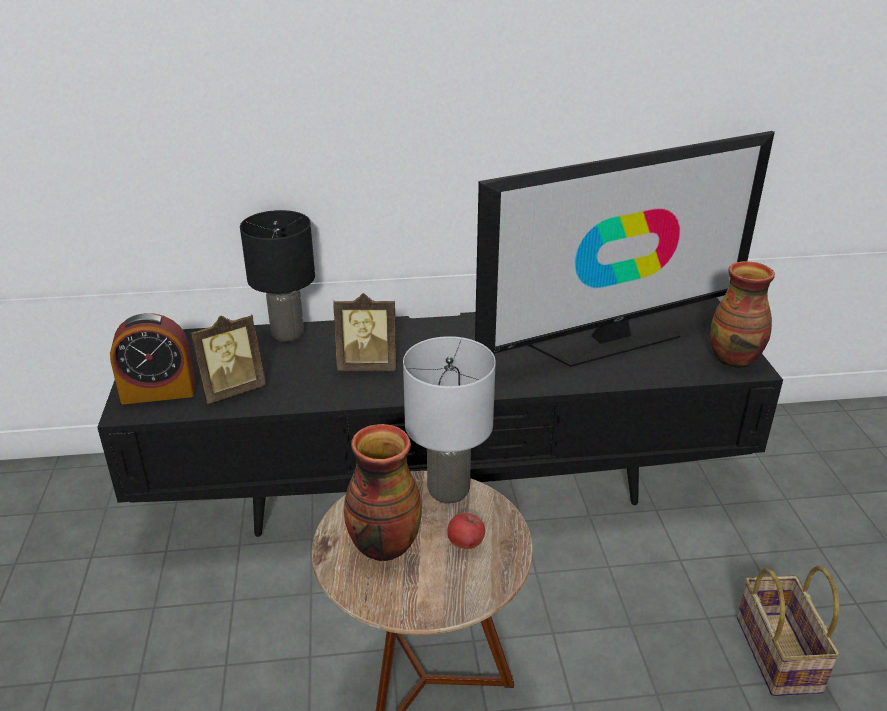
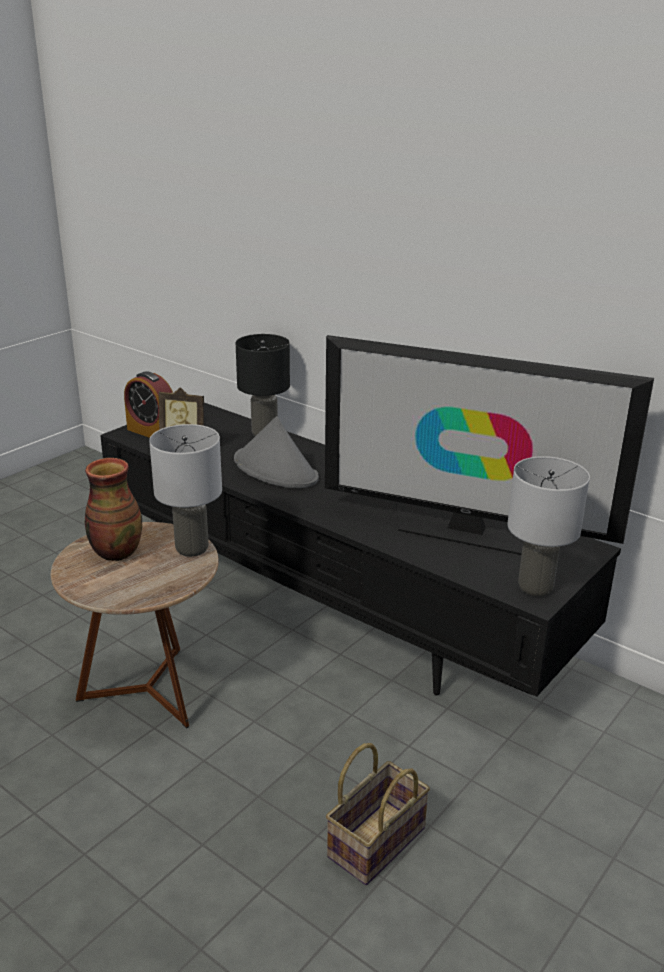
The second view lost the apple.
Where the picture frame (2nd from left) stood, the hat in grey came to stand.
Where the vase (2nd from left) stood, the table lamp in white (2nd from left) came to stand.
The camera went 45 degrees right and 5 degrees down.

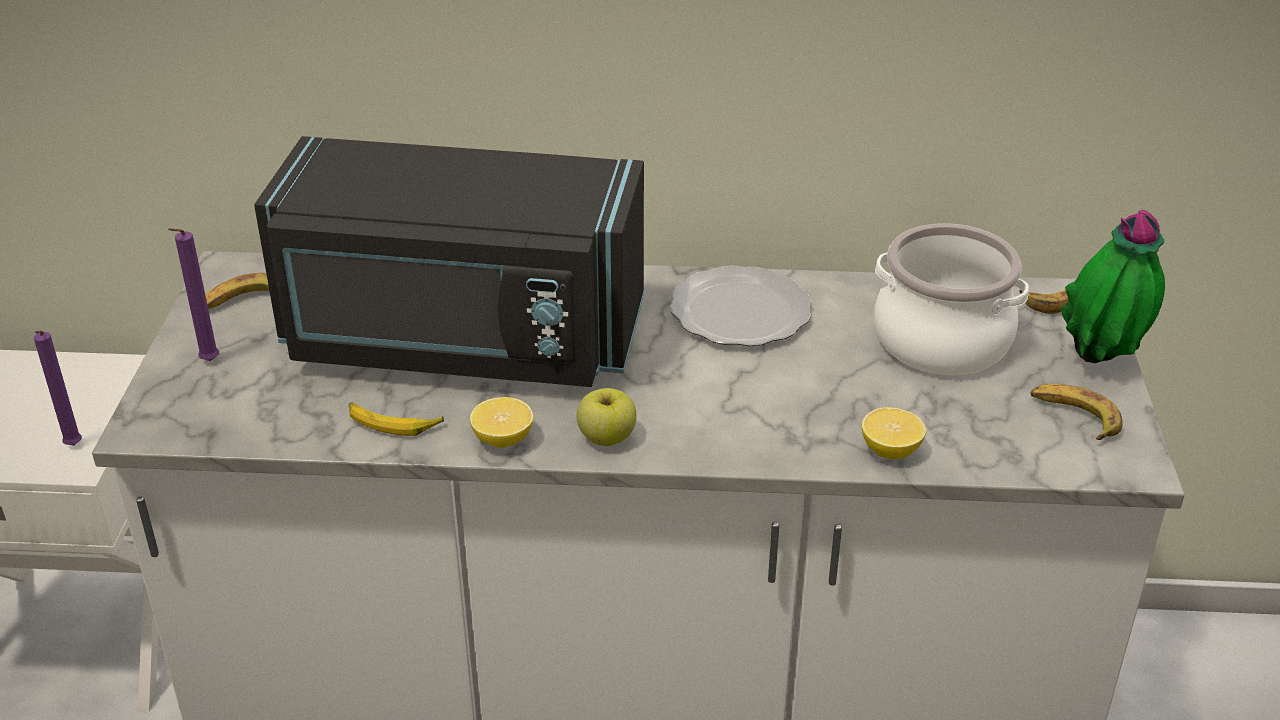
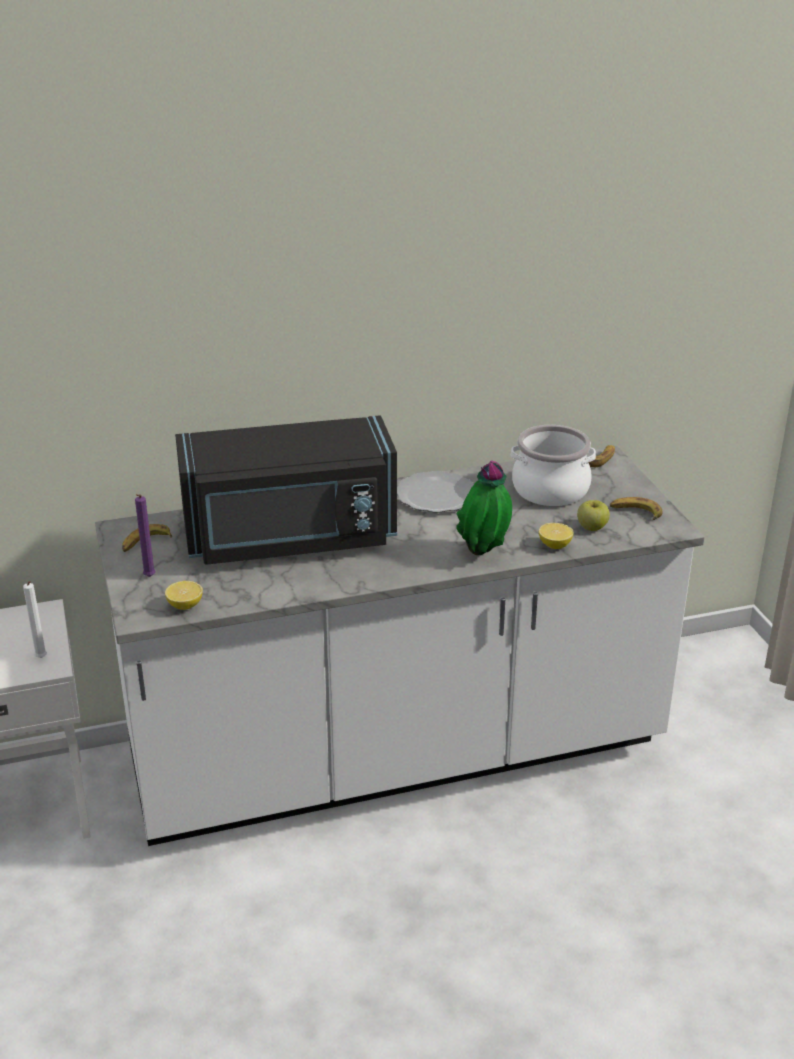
The second view lost the banana (2nd from left).
The lemon (1st from left) ended up elsewhere.
The apple ended up elsewhere.
The potted plant ended up elsewhere.
What was the candle in purple (1st from left) turned into the candle in white.
The camera went 20 degrees left and 5 degrees down.

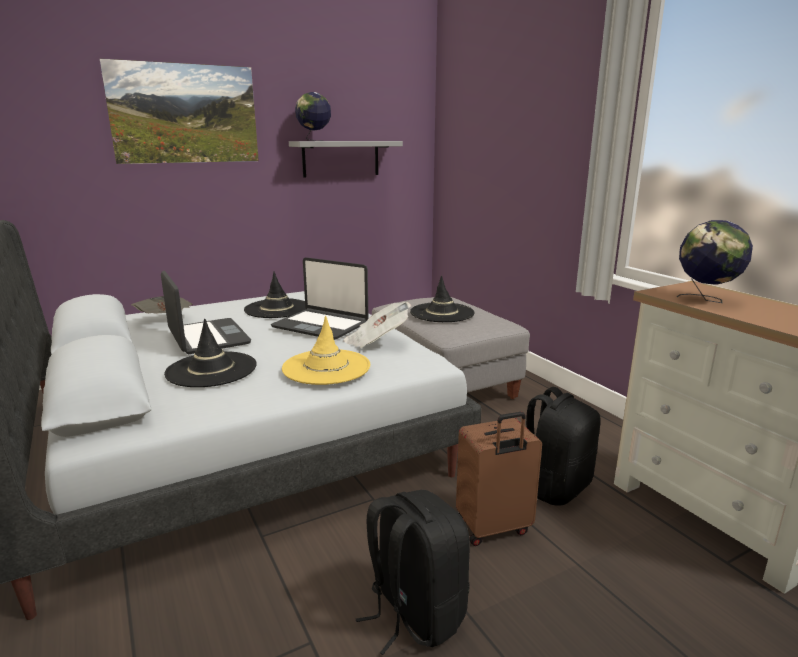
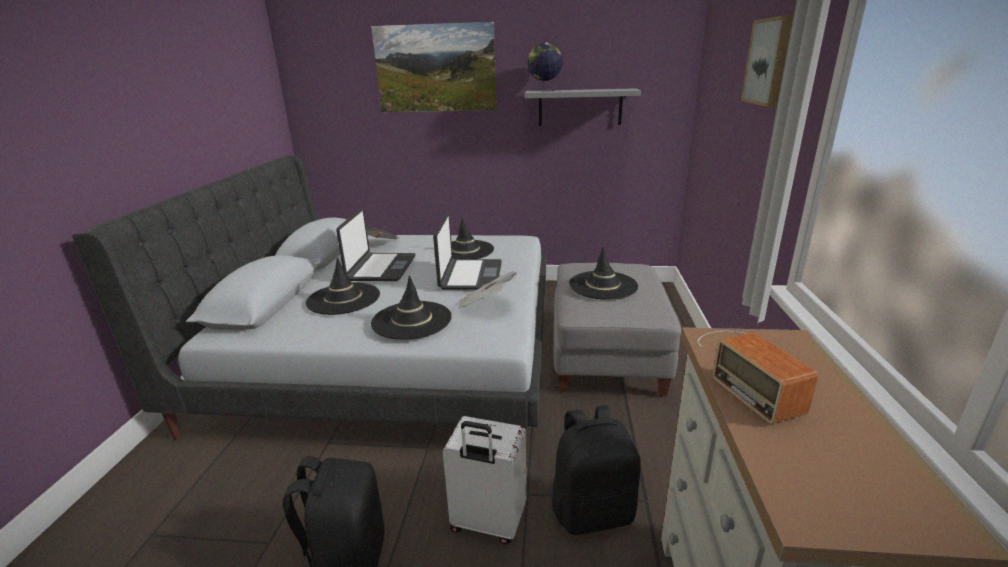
The second view gained the picture (2nd from left).
Where the globe (2nd from left) stood, the radio came to stand.
What was the hat in yellow turned into the hat in black (2nd from left).
What was the suitcase in brown turned into the suitcase in white.
The laptop (2nd from left) ended up facing another way, 150 degrees counterclockwise from before.
The camera went 35 degrees right and 5 degrees up.

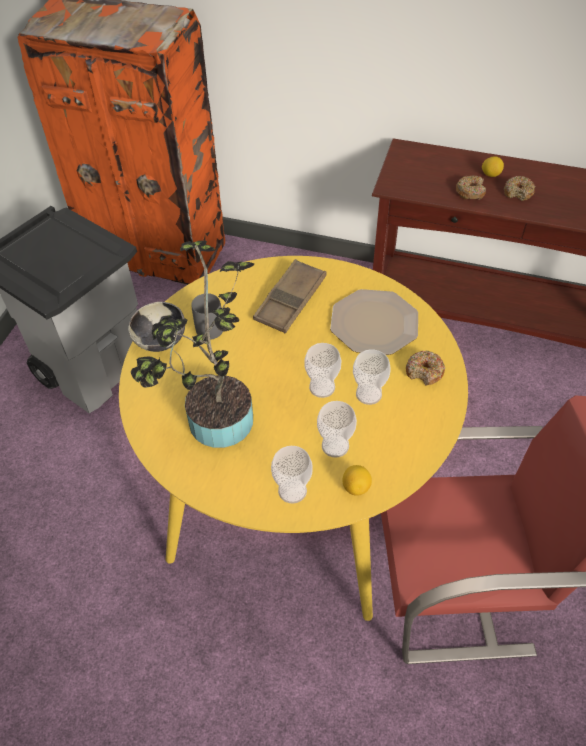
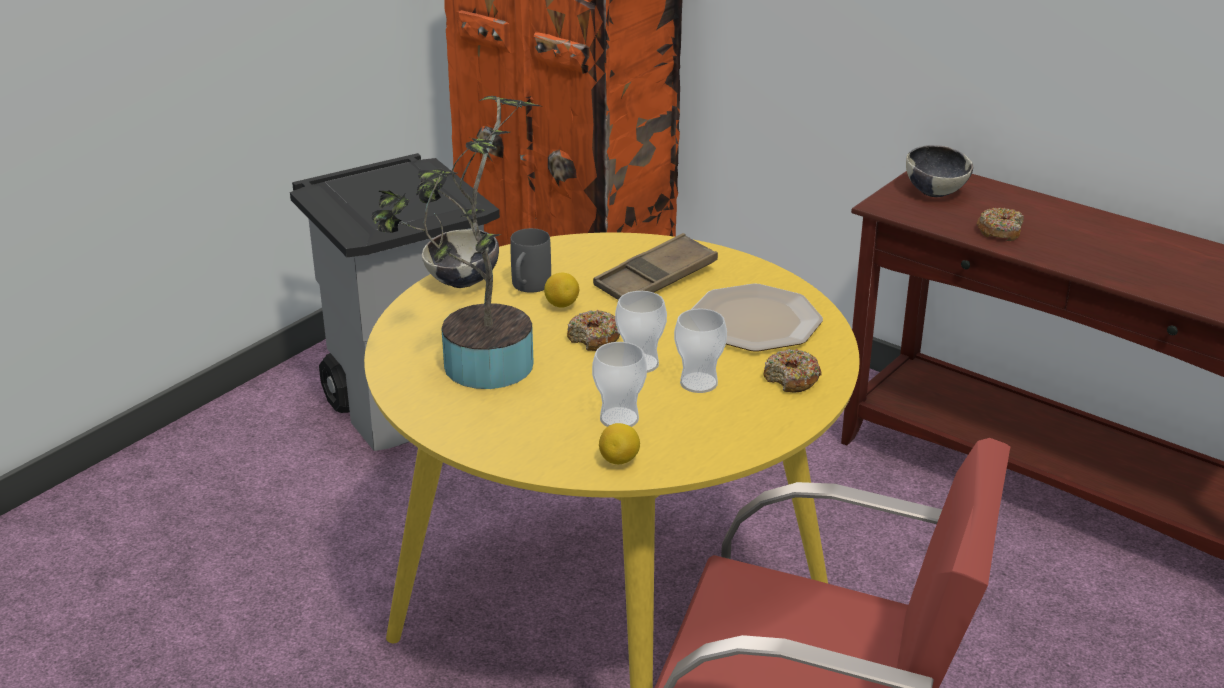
The second view lost the cup (1st from left).
The second view gained the bowl (2nd from left).
The lemon (2nd from left in the first image) ended up elsewhere.
The donut (3rd from left in the first image) ended up elsewhere.
The camera went 20 degrees right and 20 degrees down.

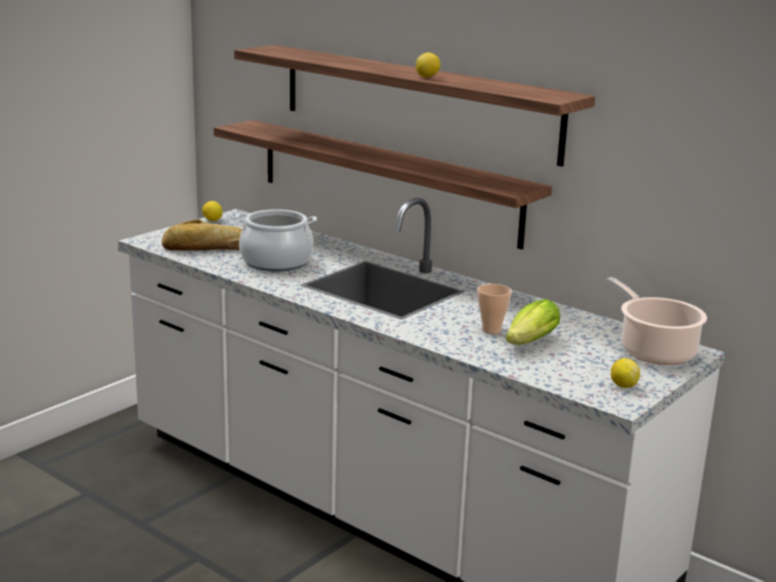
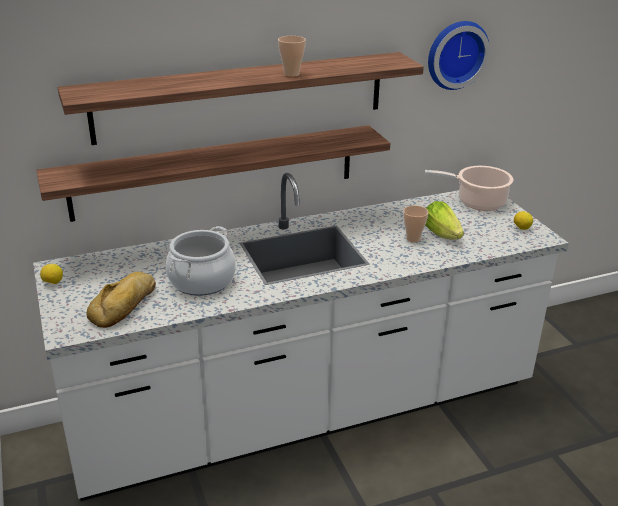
The second view gained the wall clock.
Where the lemon (2nd from left) stood, the cup (1st from left) came to stand.
The camera went 60 degrees left and 10 degrees up.

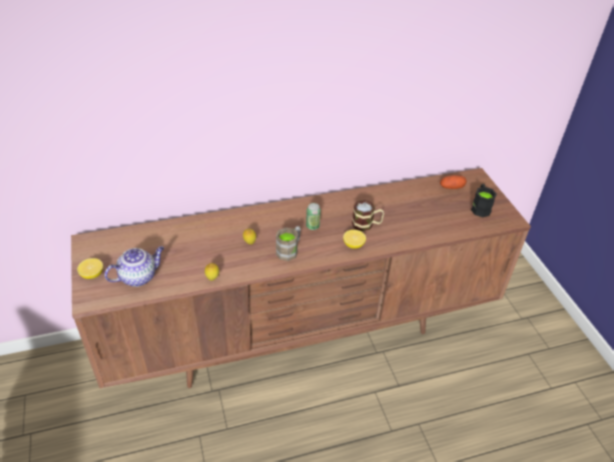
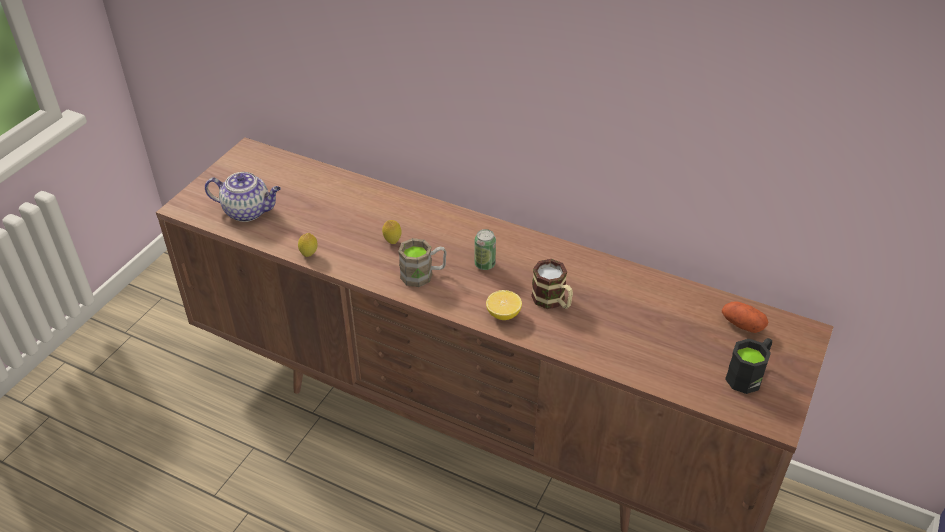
The second view lost the lemon (1st from left).
The camera went 45 degrees right and 0 degrees up.

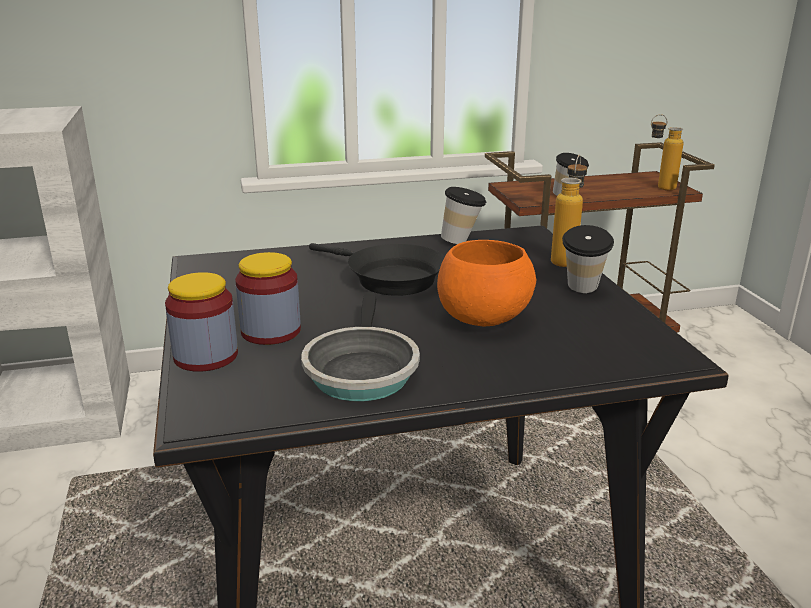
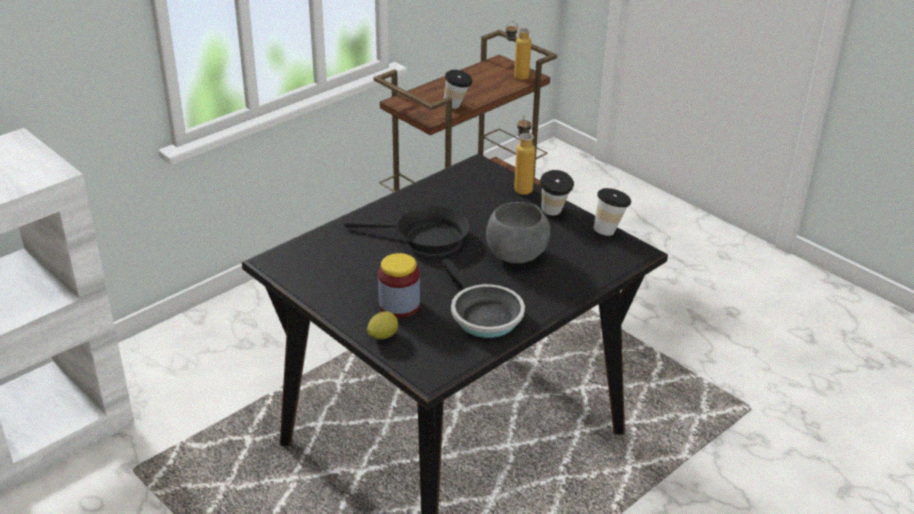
The cup (1st from left in the first image) ended up elsewhere.
Where the jar (1st from left) stood, the lemon came to stand.
What was the bowl in orange turned into the bowl in grey.
The camera went 30 degrees left and 10 degrees up.

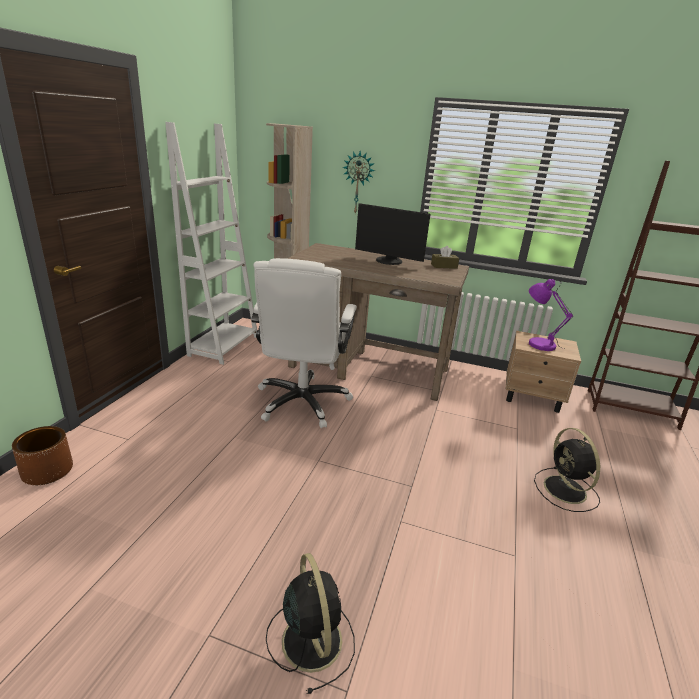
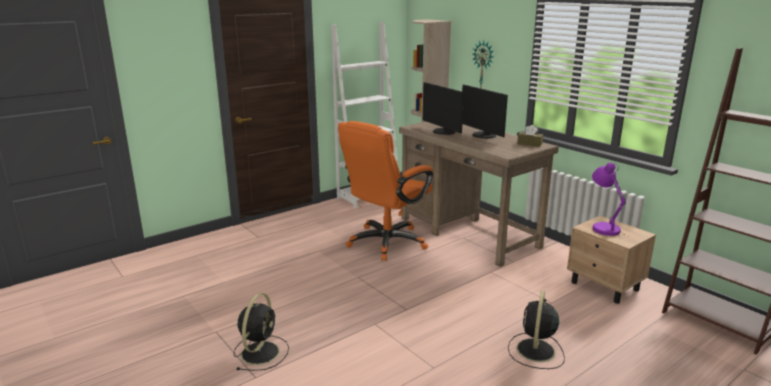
The second view lost the planter in brown.
The second view gained the monitor (1st from left).
What was the office chair in white turned into the office chair in orange.
The camera went 35 degrees right and 5 degrees down.

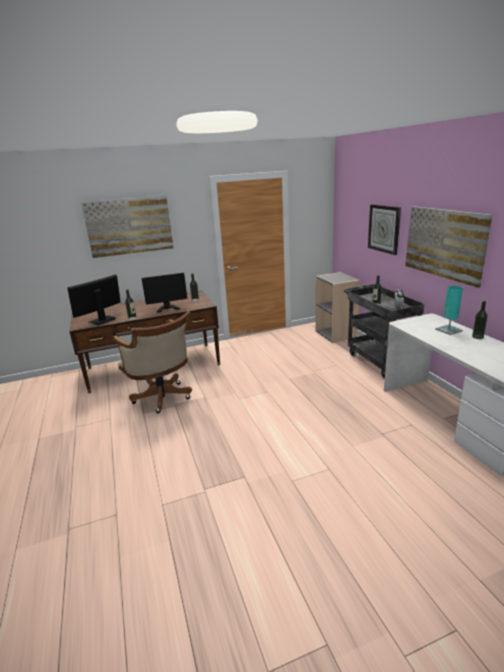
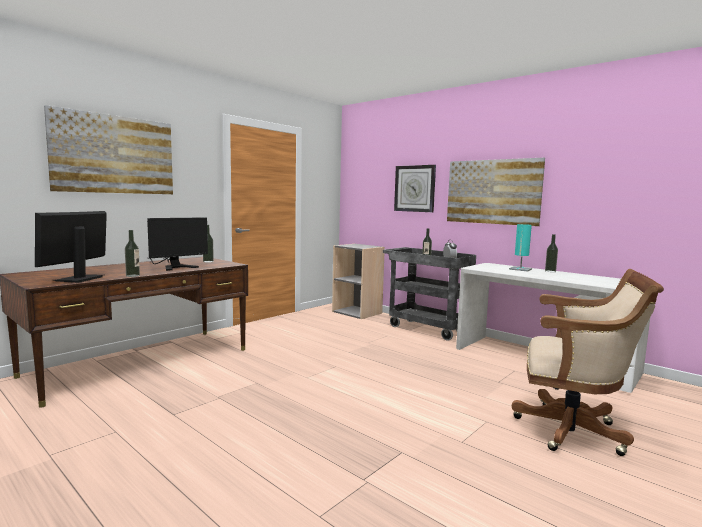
The office chair ended up elsewhere.
The camera went 30 degrees left and 15 degrees down.

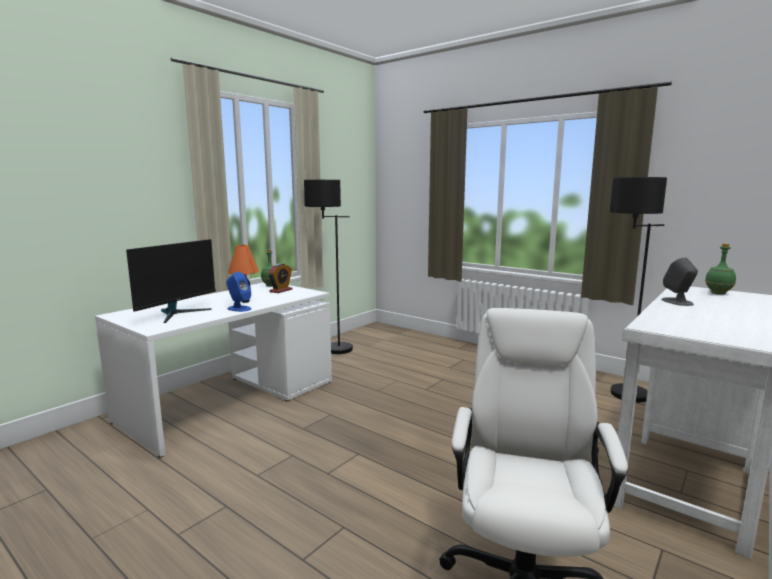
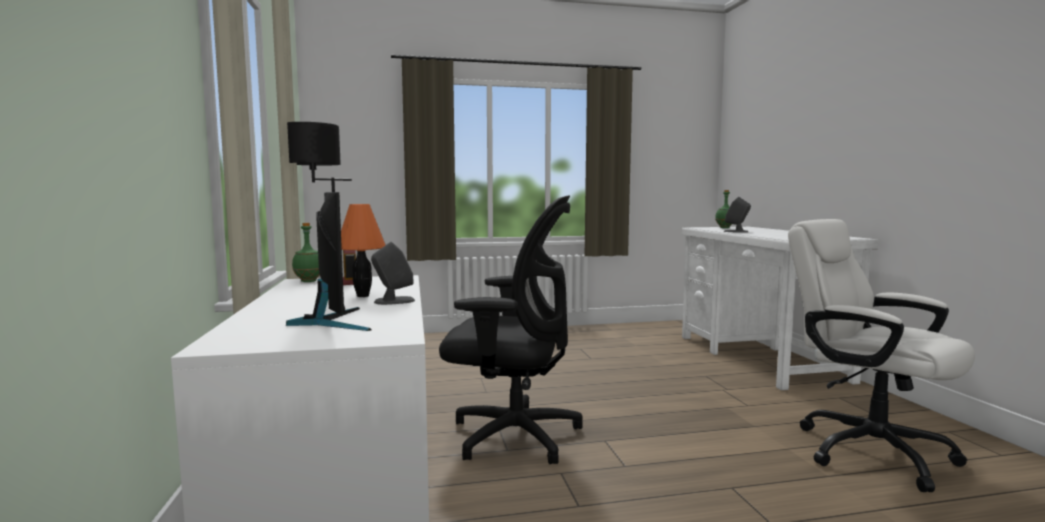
The second view lost the floor lamp in black (2nd from left).
The second view gained the office chair in black.
What was the speaker in blue turned into the speaker in grey (1st from left).
The camera went 50 degrees left and 5 degrees down.

